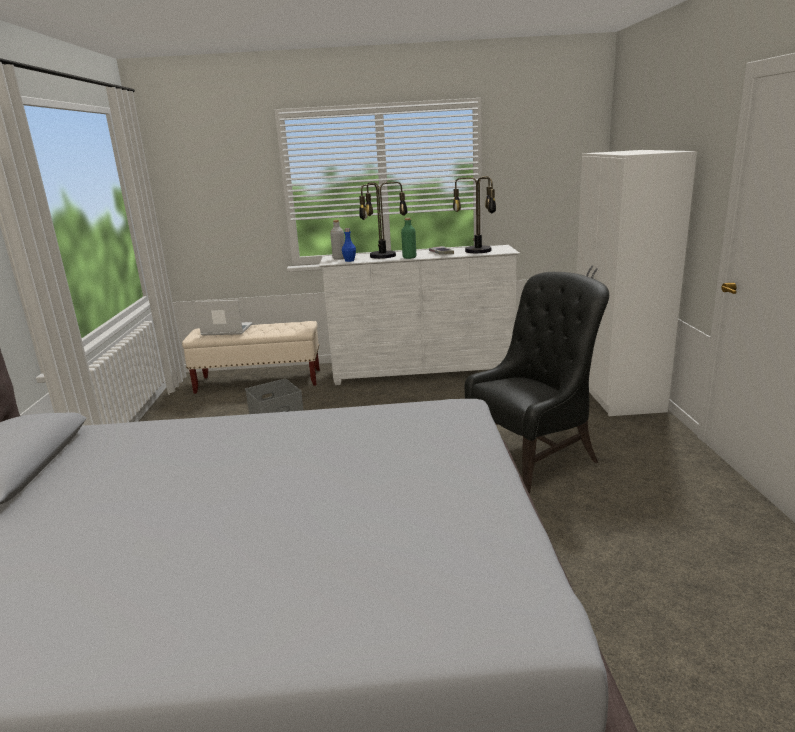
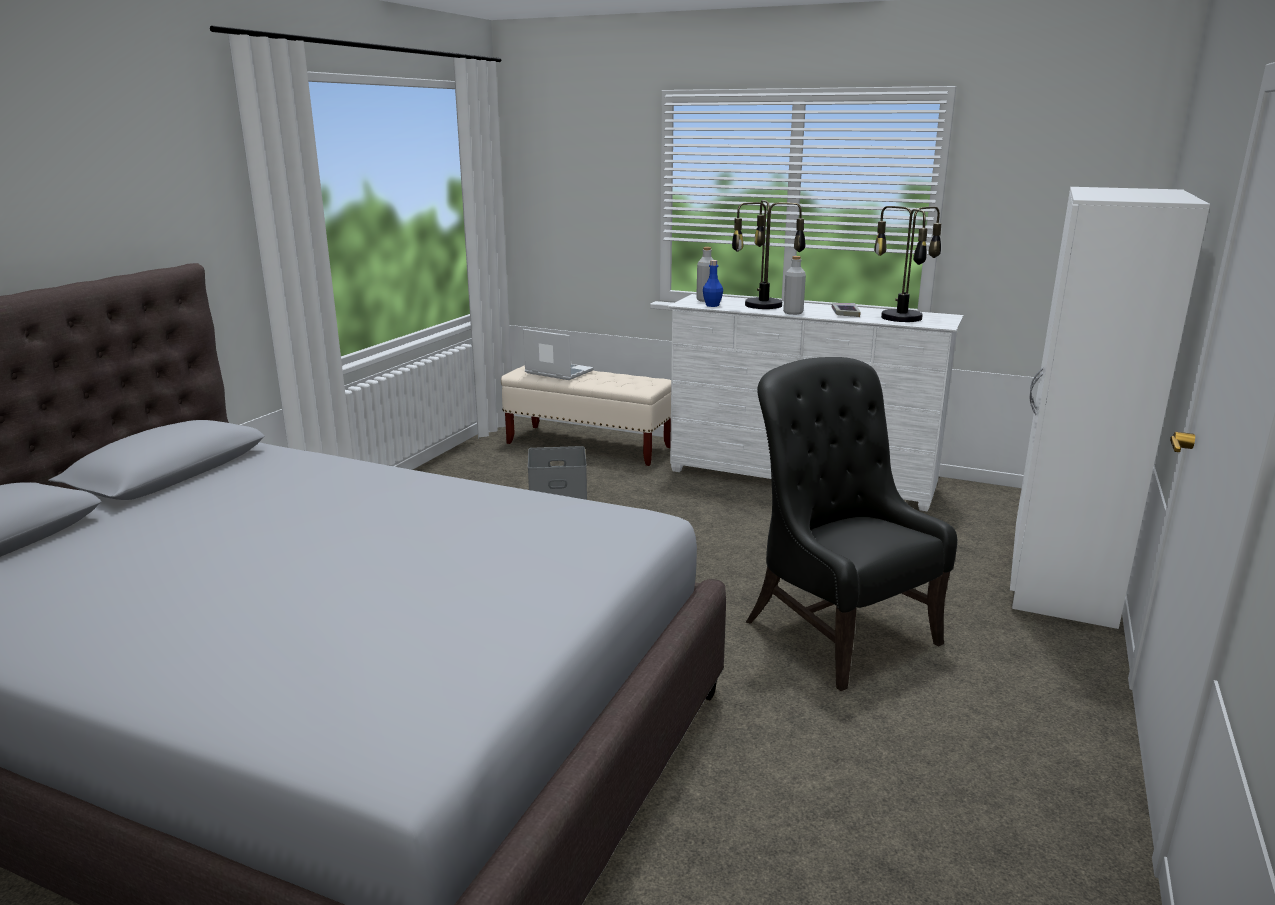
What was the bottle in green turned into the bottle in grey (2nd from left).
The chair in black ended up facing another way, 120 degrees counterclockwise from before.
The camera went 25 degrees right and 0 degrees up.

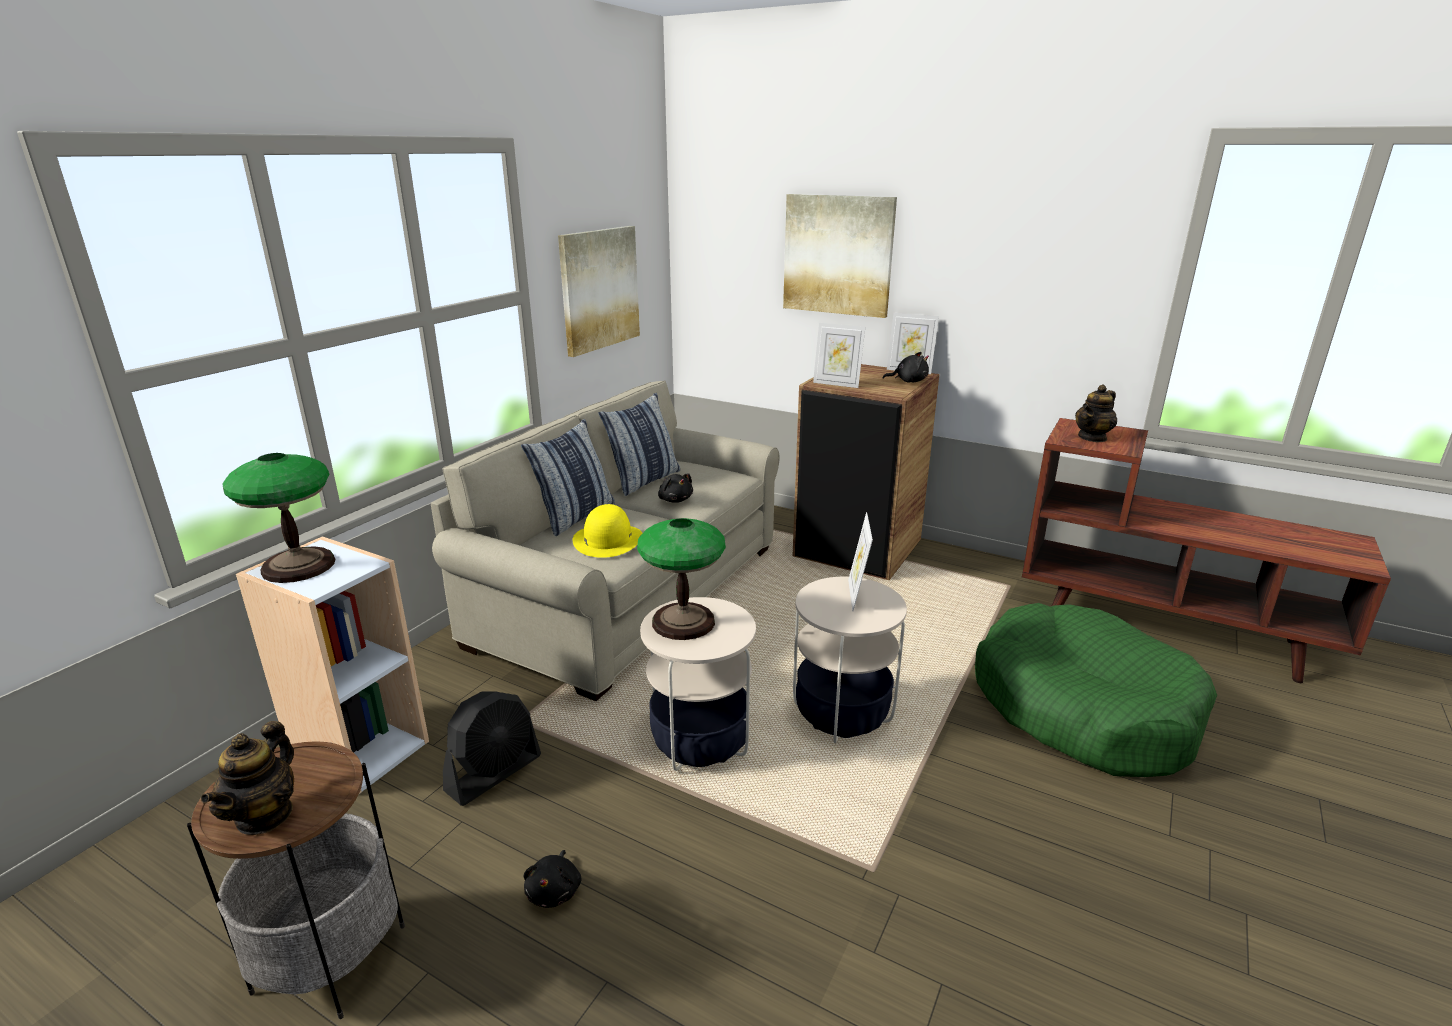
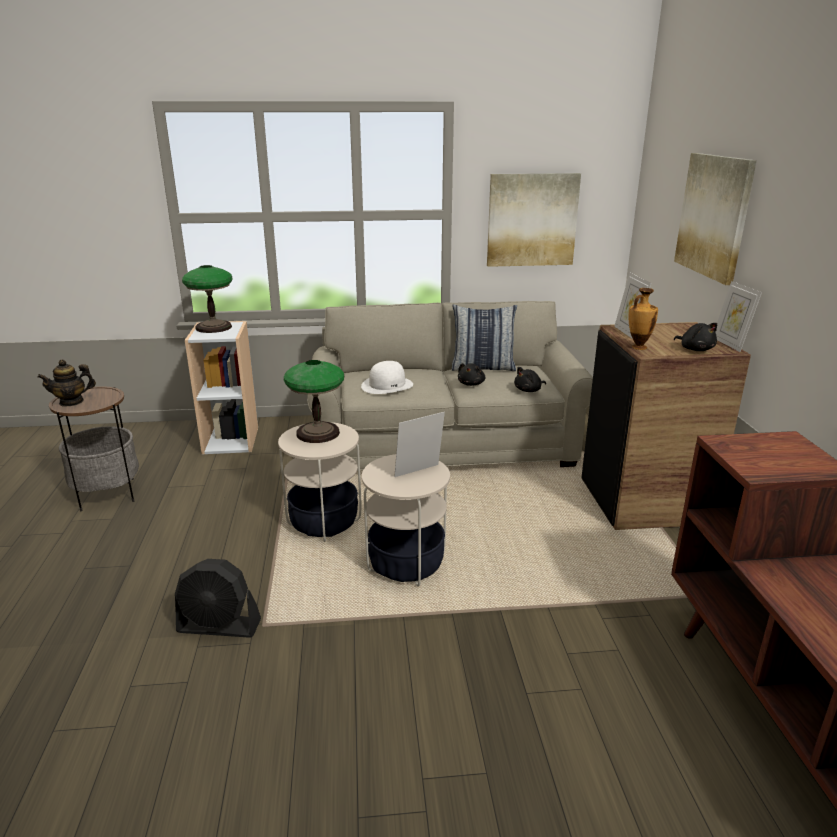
The second view lost the pillow (1st from left).
The second view lost the dog bed in green.
The second view lost the teapot (2nd from left).
The second view gained the vase.
The fan in black ended up elsewhere.
The plush toy in black (1st from left in the first image) ended up elsewhere.
What was the hat in yellow turned into the hat in white.
The camera went 55 degrees right and 0 degrees up.

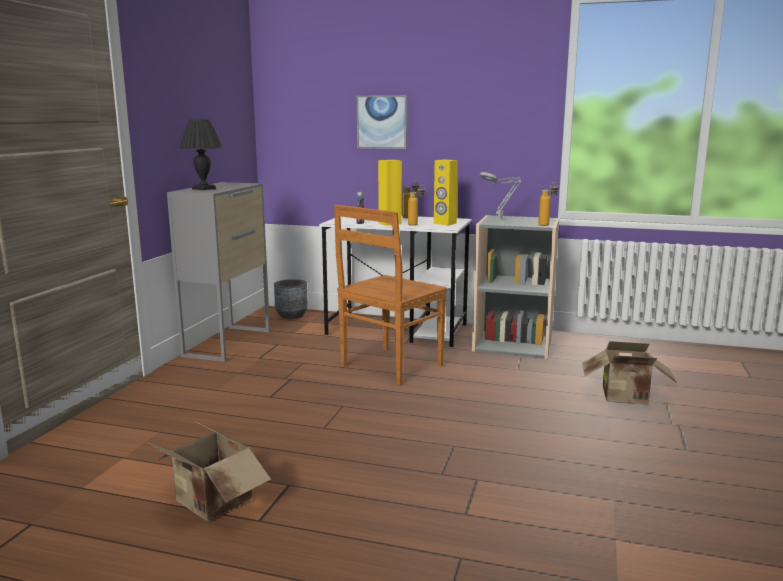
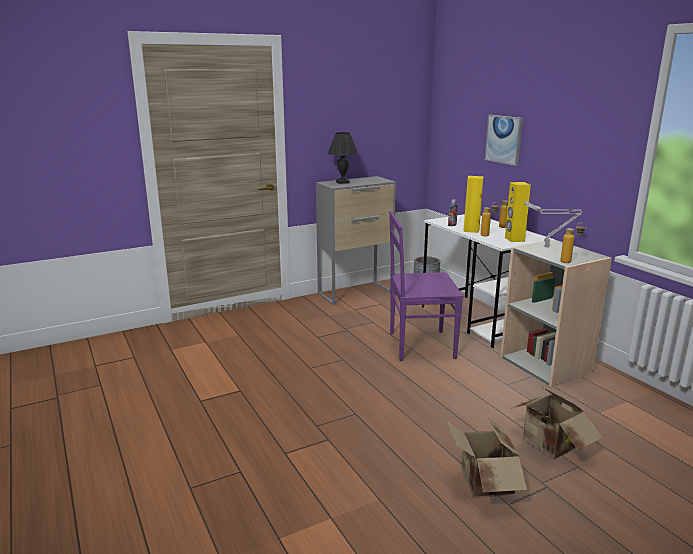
The cardboard box (1st from left) ended up elsewhere.
What was the chair in brown turned into the chair in purple.
The camera went 45 degrees right and 5 degrees up.

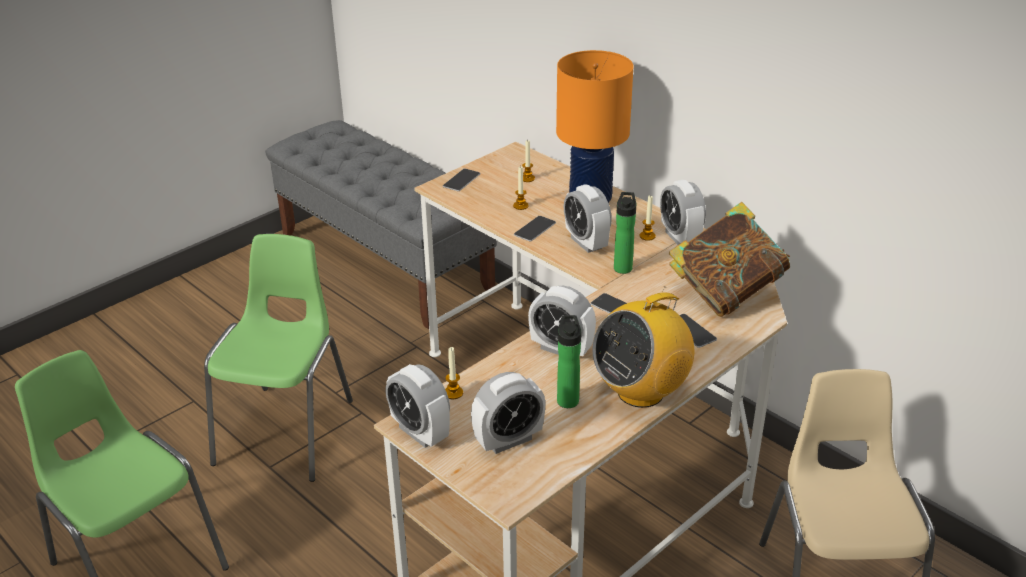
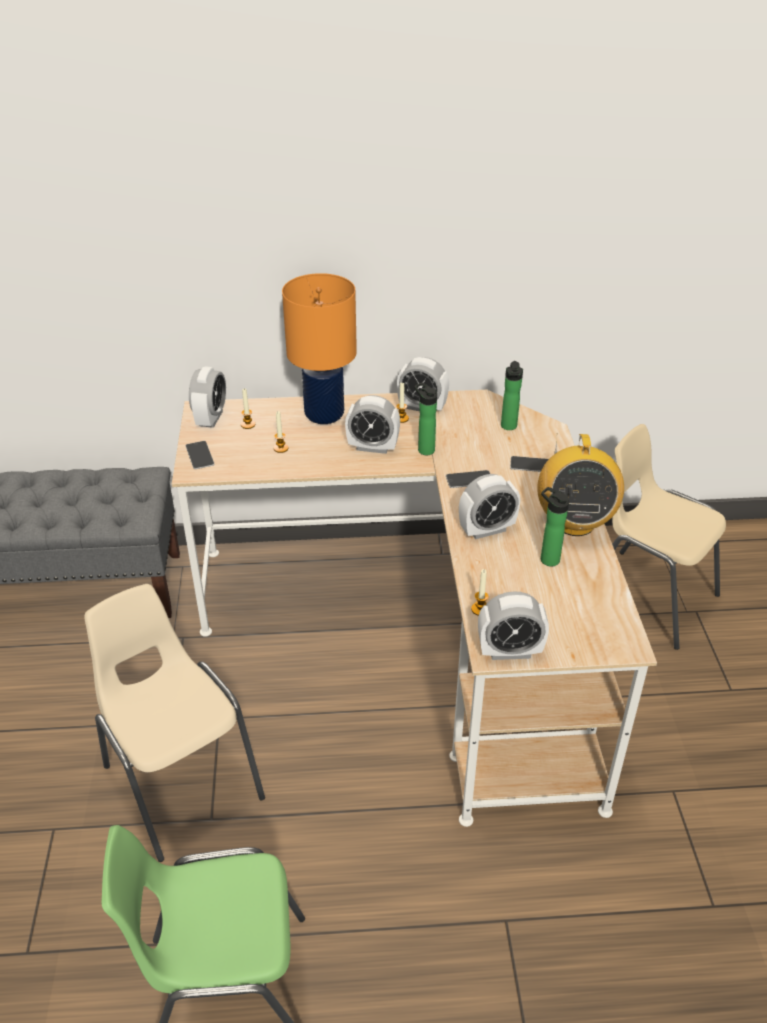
The second view lost the phone (2nd from left).
The alarm clock (2nd from left in the first image) ended up elsewhere.
Where the book stood, the bottle (2nd from left) came to stand.
What was the chair in green (2nd from left) turned into the chair in beige (1st from left).
The camera went 50 degrees left and 5 degrees up.

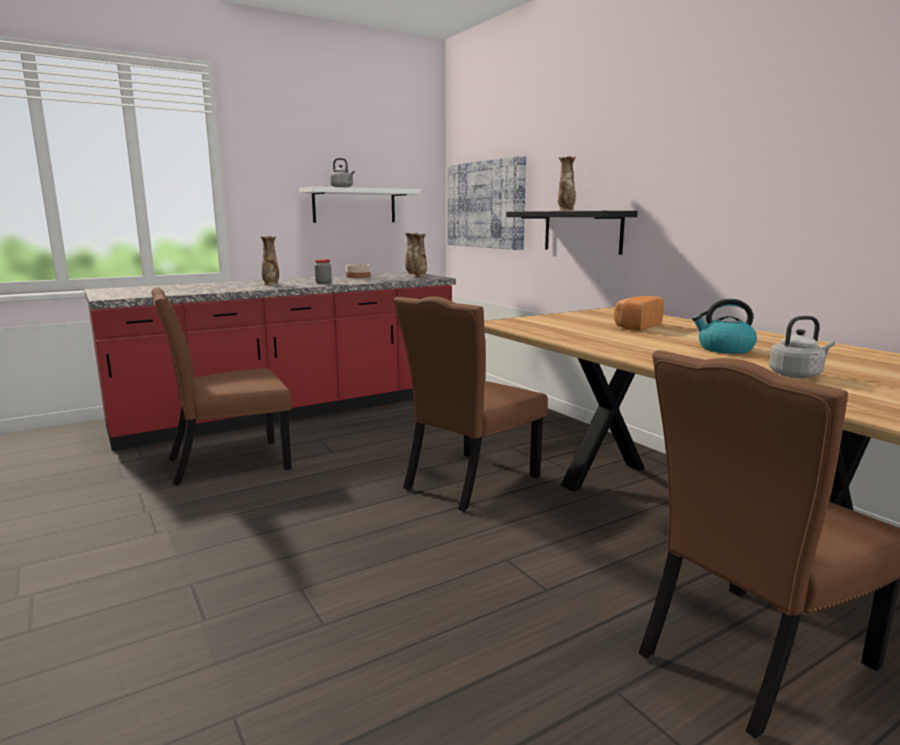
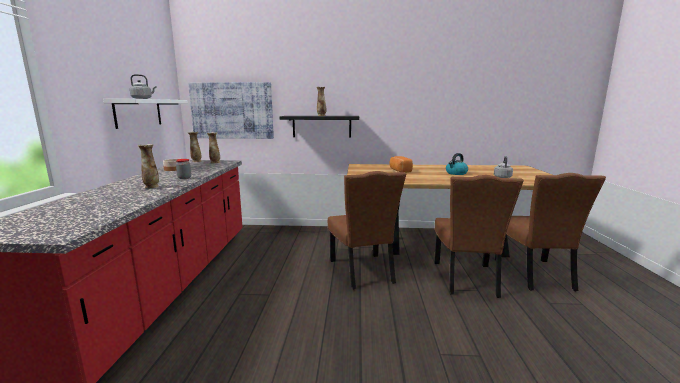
The chair in brown (1st from left in the first image) ended up elsewhere.
The camera went 55 degrees left and 0 degrees up.

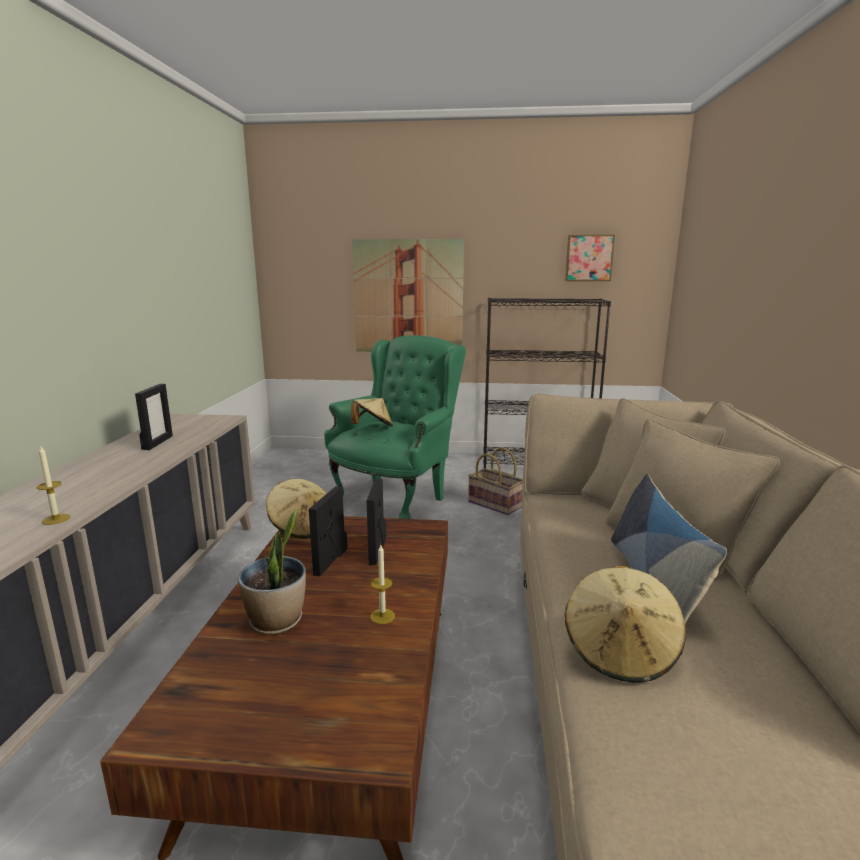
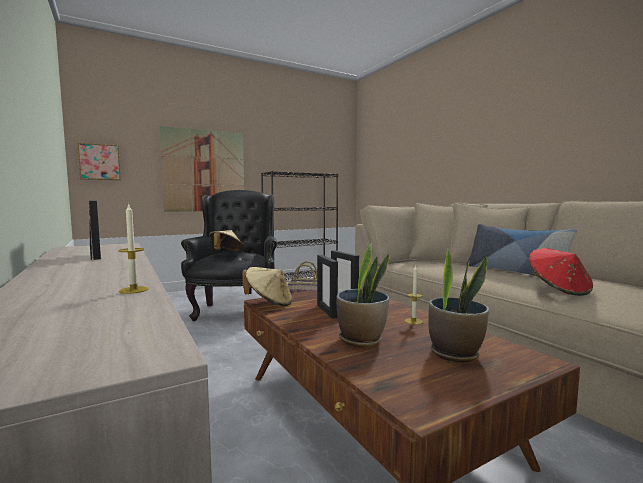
The second view gained the potted plant (2nd from left).
The picture (2nd from left in the first image) ended up elsewhere.
What was the armchair in green turned into the armchair in black.
What was the hat in beige (3rd from left) turned into the hat in red.
The camera went 35 degrees left and 10 degrees down.

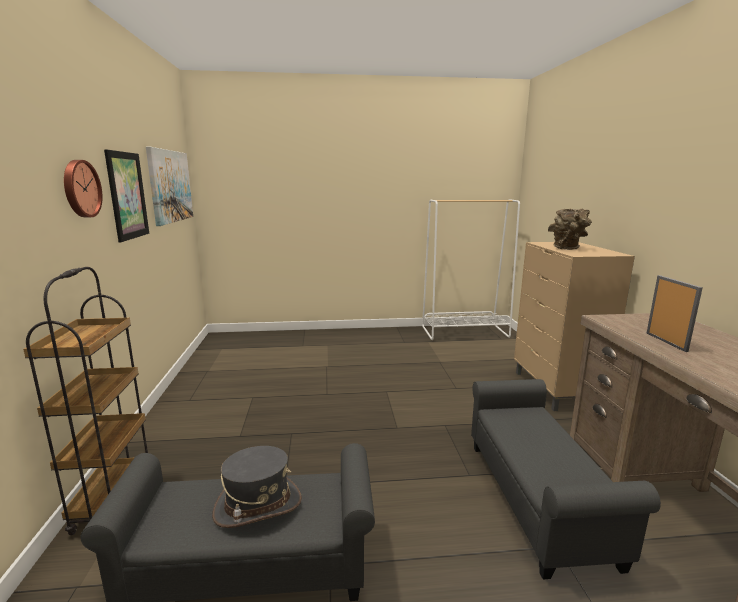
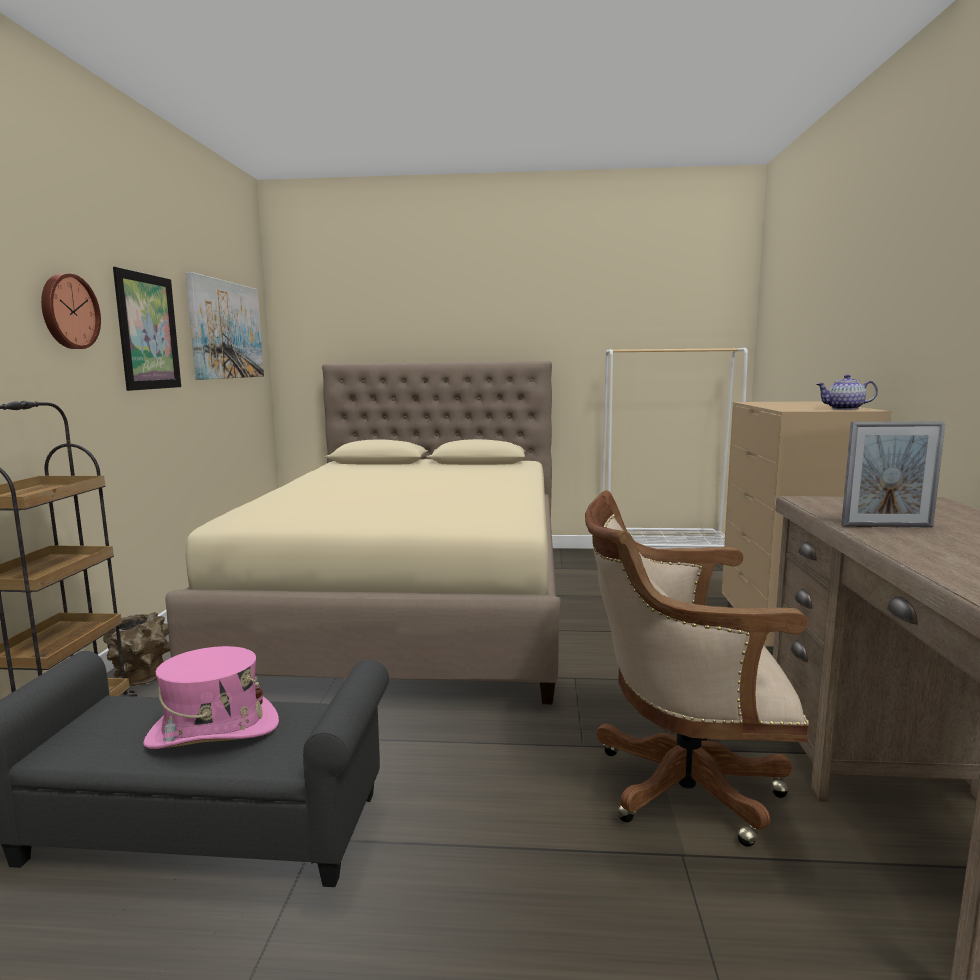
The second view gained the bed in beige.
The second view gained the teapot.
The vase in brown ended up elsewhere.
Where the ottoman in grey (2nd from left) stood, the office chair came to stand.
What was the hat in grey turned into the hat in pink.
The picture frame ended up facing another way, 90 degrees clockwise from before.
The camera went 10 degrees right and 5 degrees down.

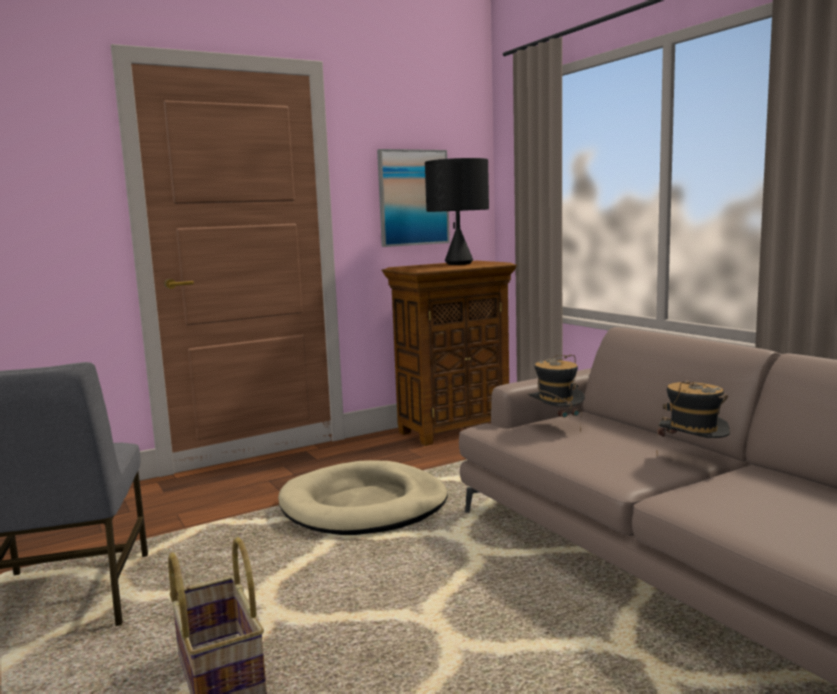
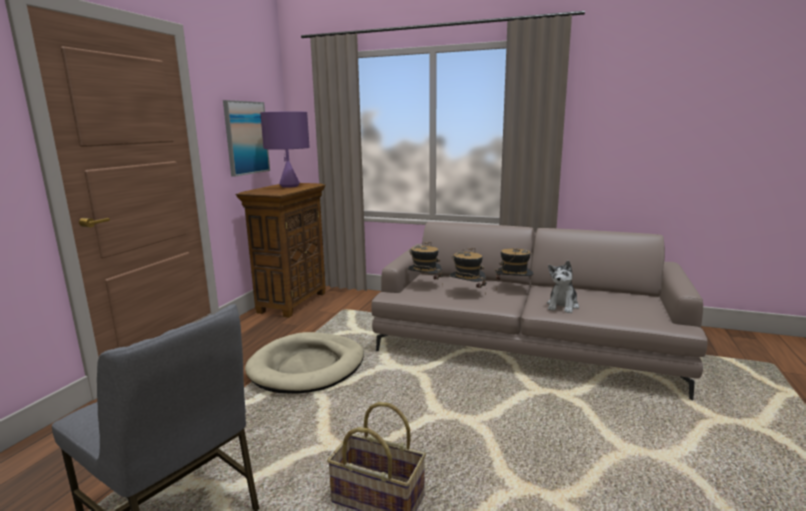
The second view gained the hat (2nd from left).
The second view gained the plush toy.
What was the table lamp in black turned into the table lamp in purple.
The camera went 40 degrees left and 5 degrees up.

